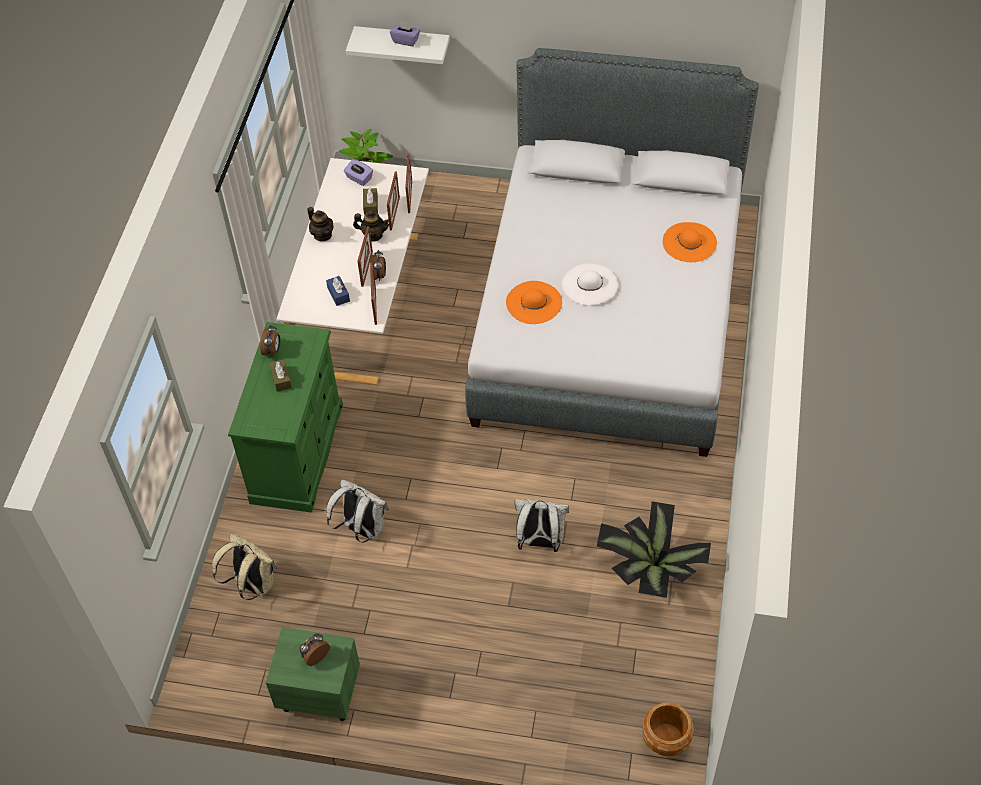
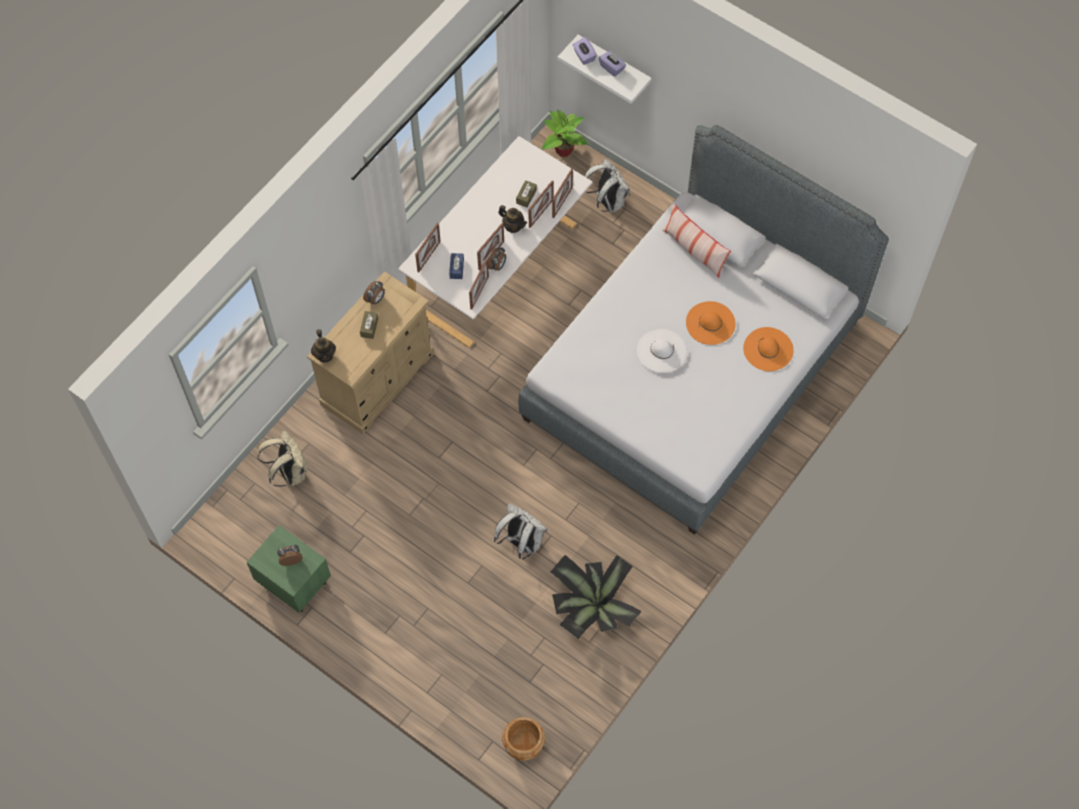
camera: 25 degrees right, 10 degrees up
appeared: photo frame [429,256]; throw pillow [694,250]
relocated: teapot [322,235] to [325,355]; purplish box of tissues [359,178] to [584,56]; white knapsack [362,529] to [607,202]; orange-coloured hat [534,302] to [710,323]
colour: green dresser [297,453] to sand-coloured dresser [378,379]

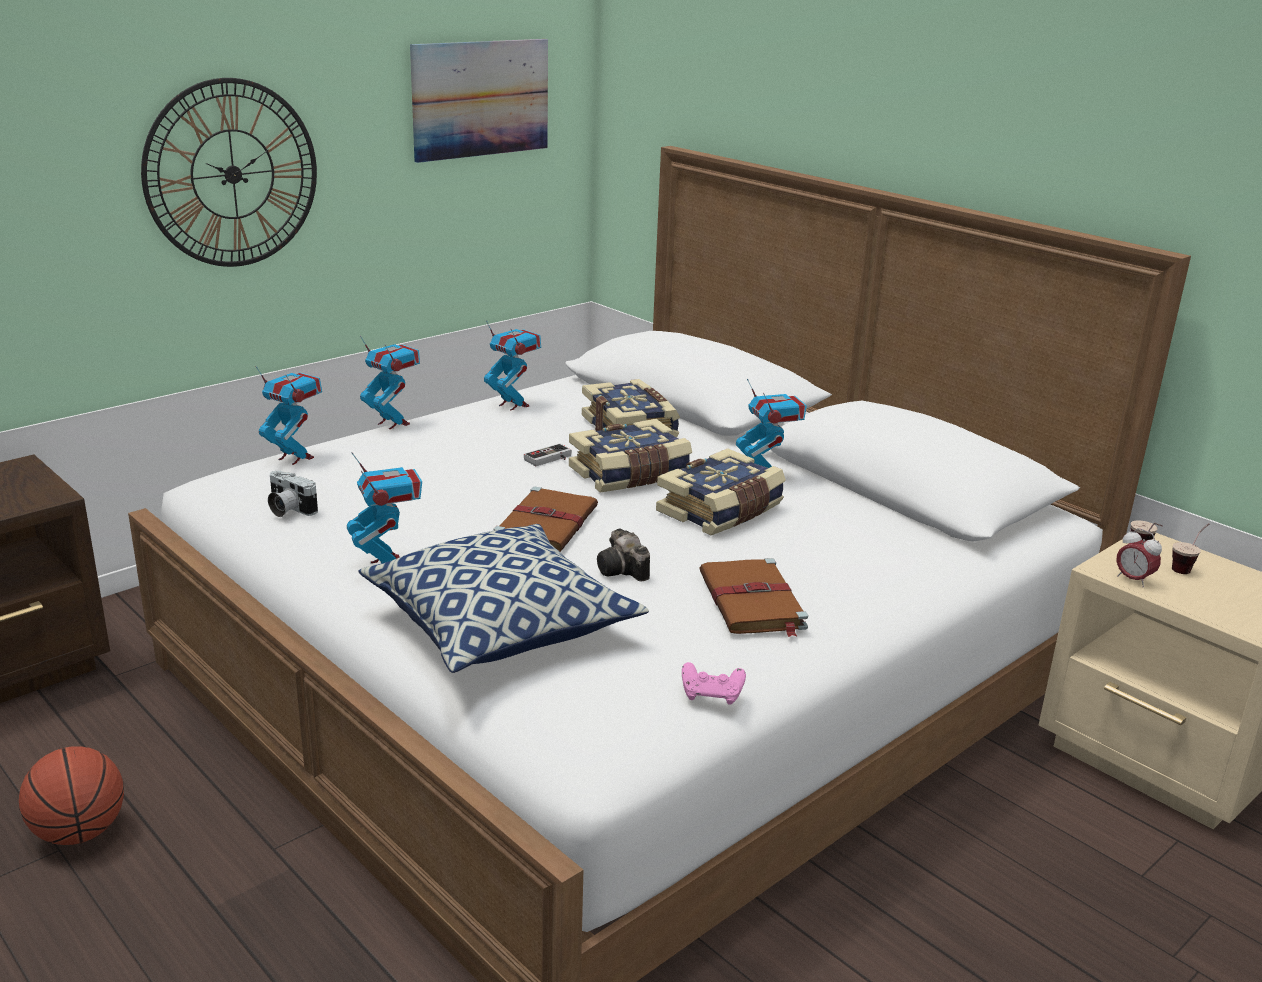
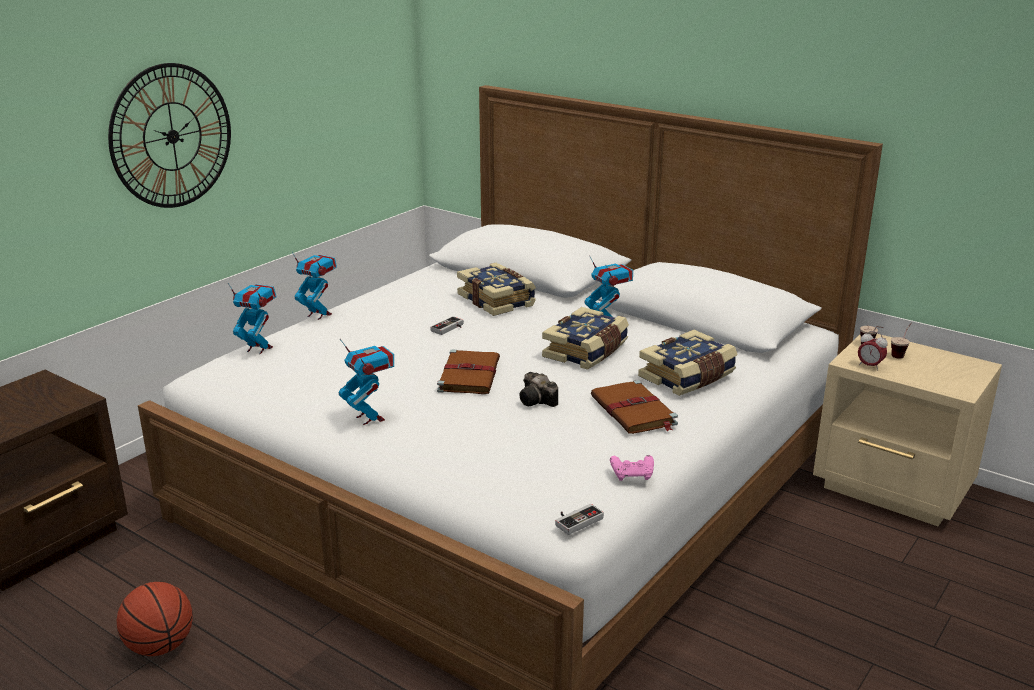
camera: 10 degrees left, 0 degrees up
missing: still camera [288,509]; throw pillow [501,625]; wall picture [481,98]; robot figure [513,405]
appeared: gamepad [576,520]
relocated: book [630,474] to [688,377]

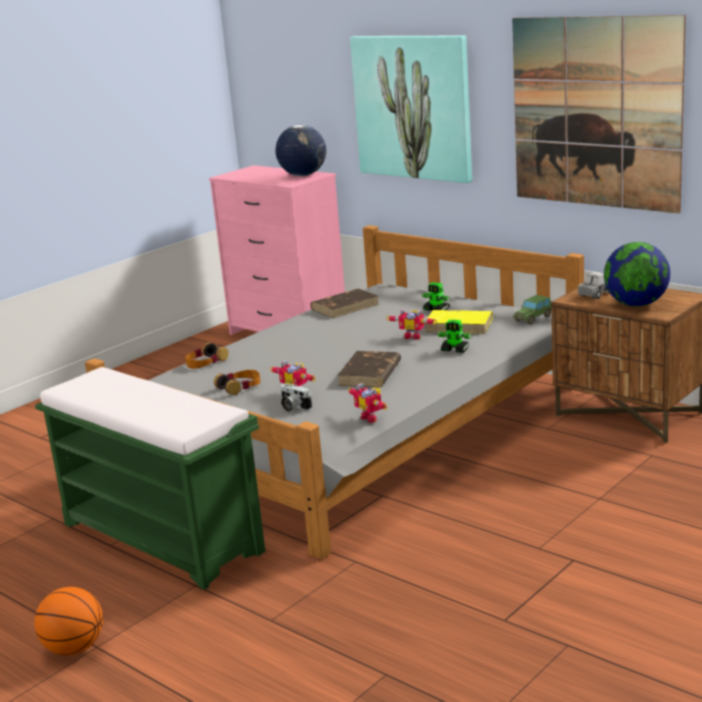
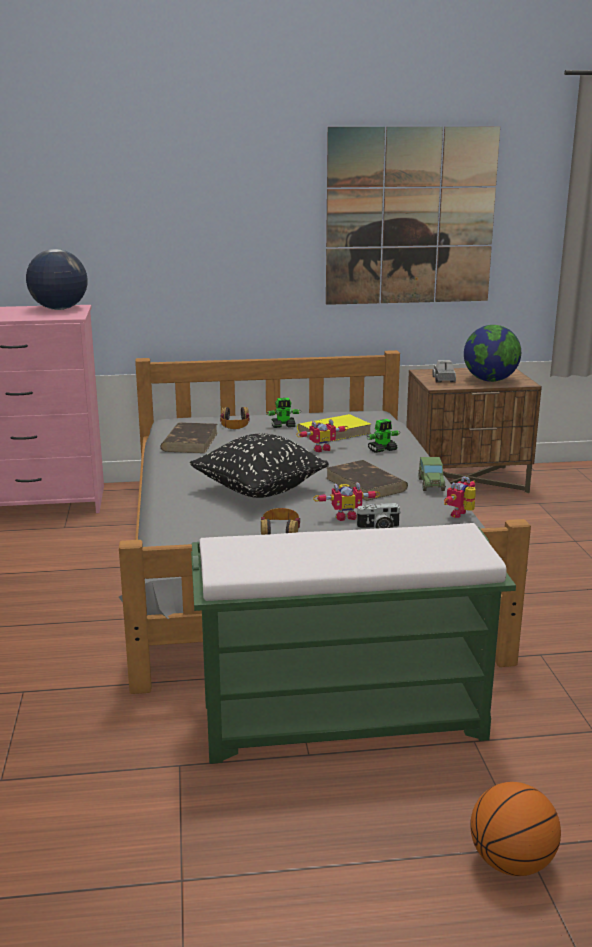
camera: 50 degrees left, 0 degrees up
missing: wall picture [413,107]
appeared: blackish throw pillow [259,490]
relocated: pair of headphones [205,362] to [235,423]; model car [533,318] to [431,484]
spun: robot figure [372,418] = [462,515] 120 degrees clockwise

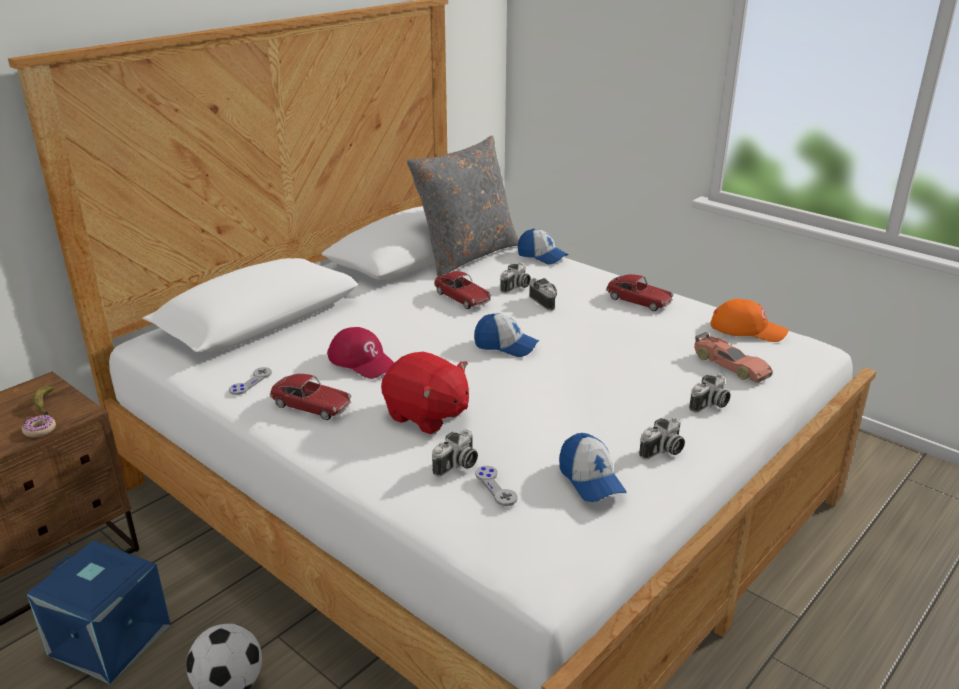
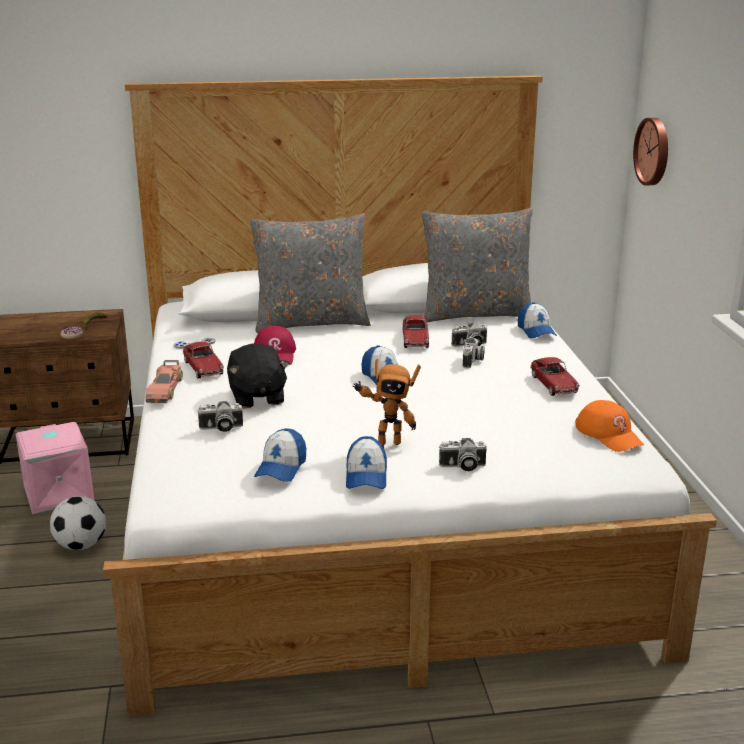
camera: 40 degrees right, 5 degrees down
missing: grey gamepad [496,487]
appeared: grey throw pillow [311,322]; robot figure [386,444]; clock on the wall [654,151]
relocated: model car [730,365] to [165,389]
exchanged: still camera [663,451] to baseball cap [366,476]
colour: bluish storage box [108,641] to pink storage box [57,493]; red plush toy [427,415] to blackish plush toy [257,397]

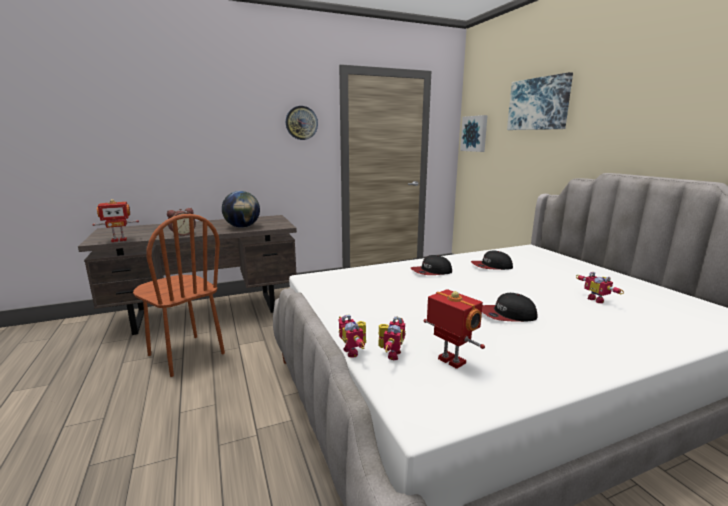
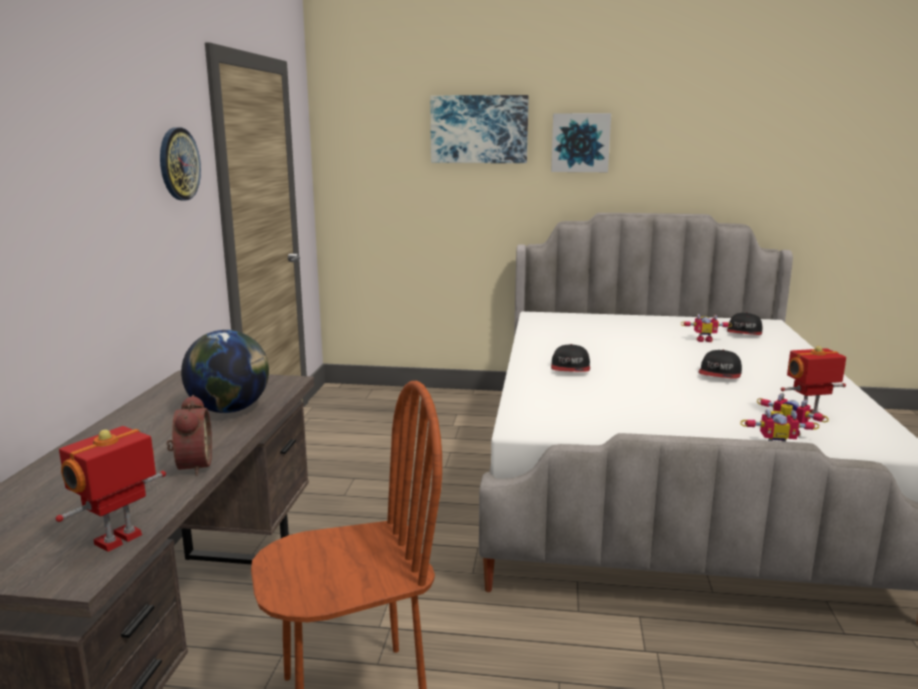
camera: 60 degrees left, 0 degrees up
relocated: wall picture [474,133] to [580,142]; baseball cap [491,267] to [744,332]
spun: robot figure [119,240] = [120,540] 150 degrees counterclockwise

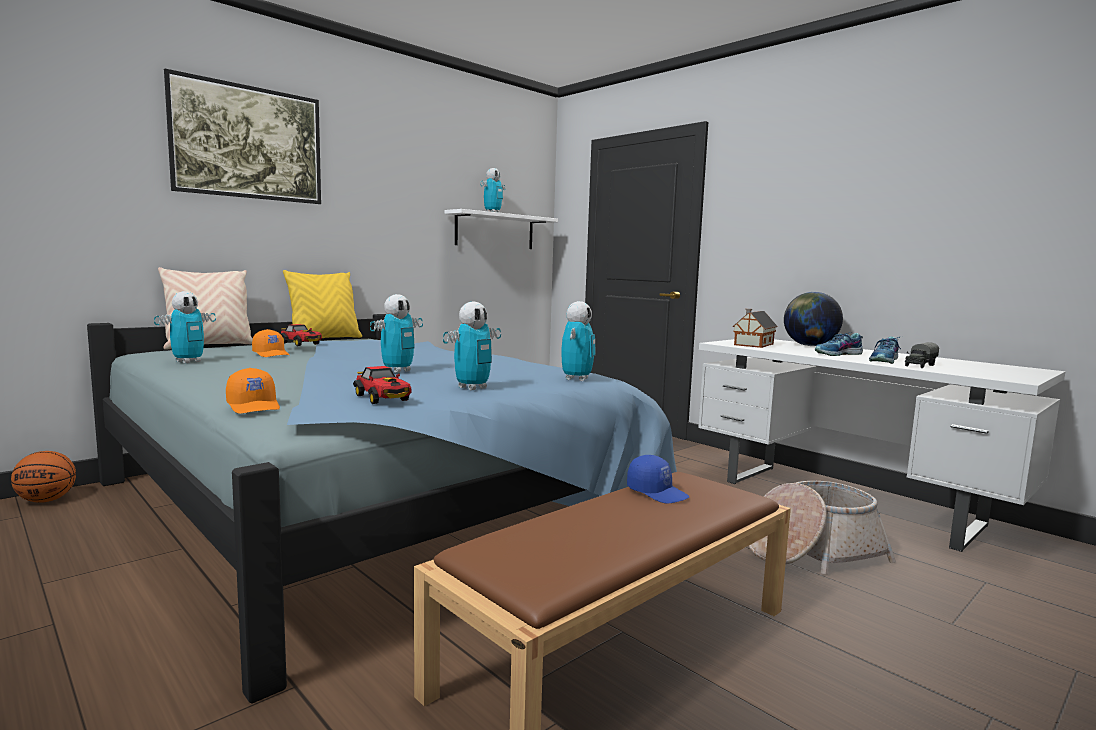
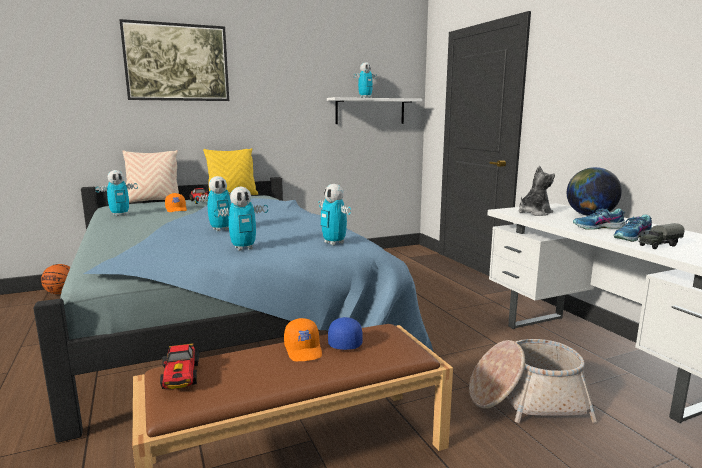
camera: 20 degrees right, 5 degrees up
relocated: model car [383,399] to [180,377]; orange-coloured baseball cap [255,406] to [304,350]
exchanged: model house [752,344] to plush toy [534,213]
spun: robot figure [576,379] = [334,243] 105 degrees clockwise; bluish baseball cap [657,492] = [344,341] 150 degrees counterclockwise

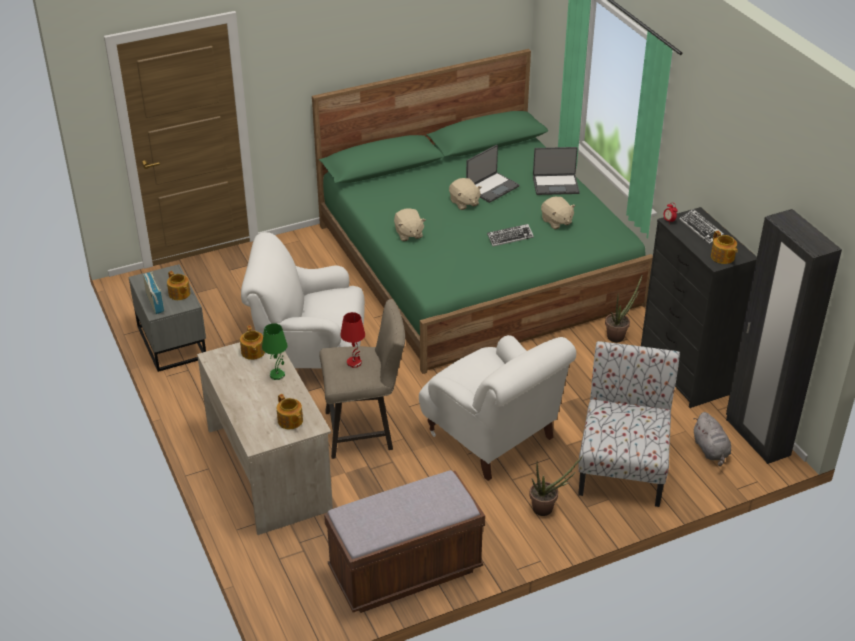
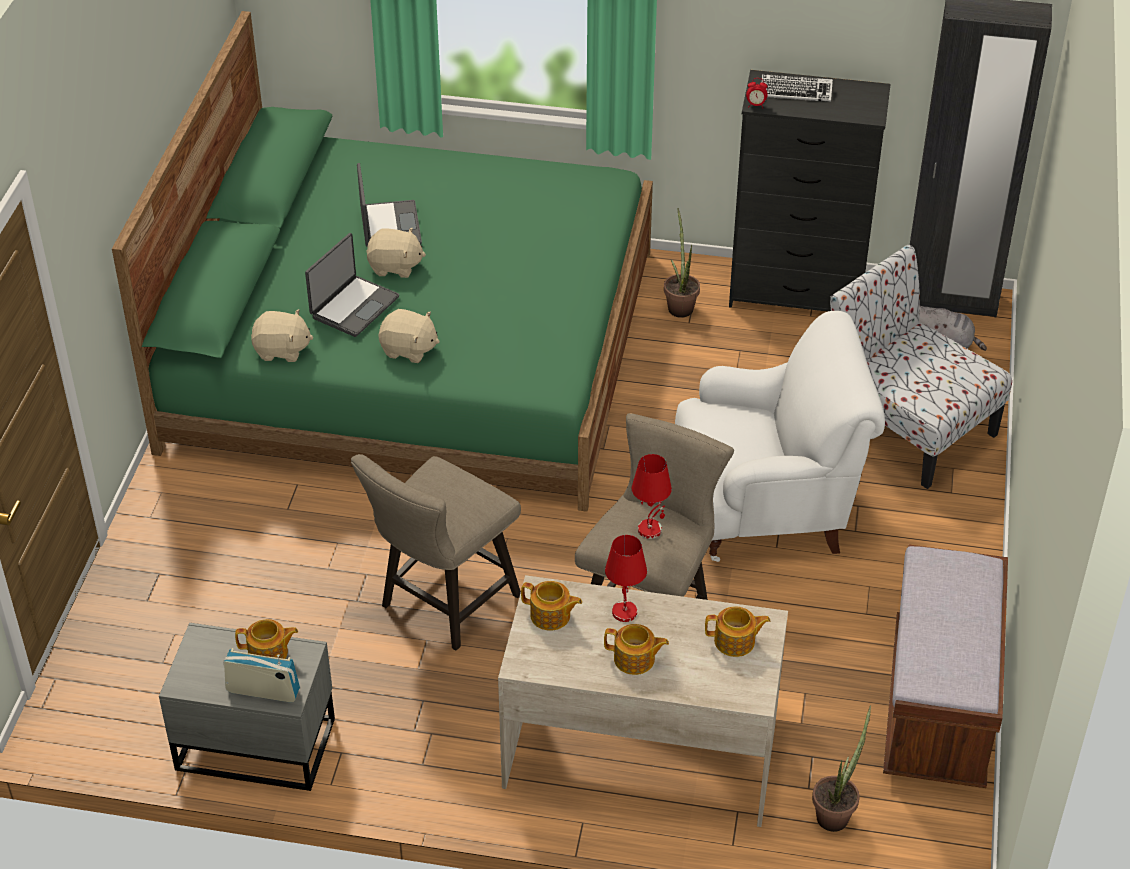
camera: 55 degrees left, 5 degrees up
missing: PC keyboard [510,237]
relocated: sand-coloured plush toy [556,222] to [282,350]; laptop [555,185] to [353,307]; teapot [722,257] to [635,660]; houseplant [547,508] to [836,813]
exchanged: white easy chair [309,357] to sand-coloured stool [443,605]
colour: green table lamp [277,374] to red table lamp [624,612]

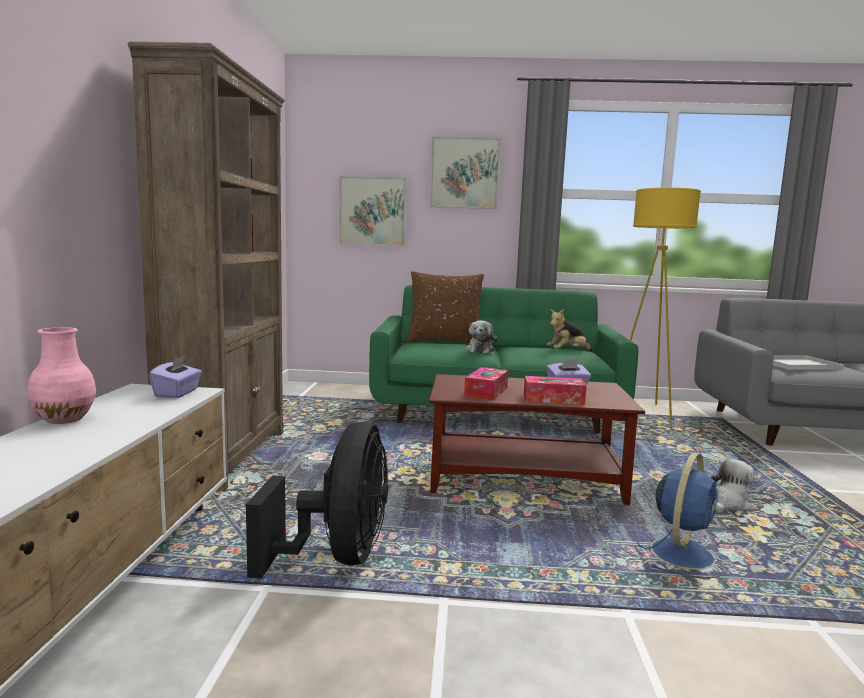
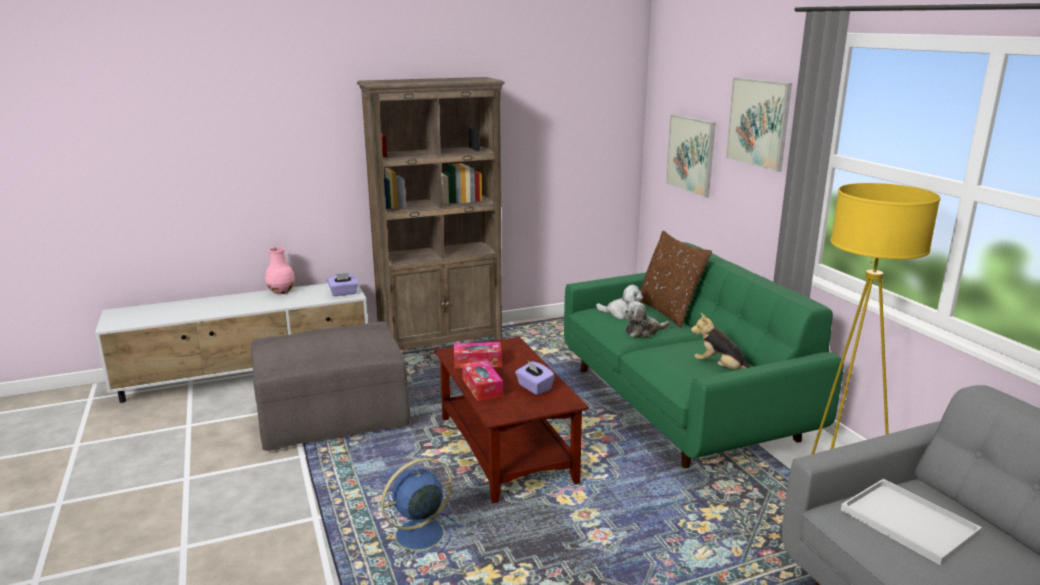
camera: 65 degrees right, 10 degrees up
relocated: plush toy [728,504] to [621,314]
exchanged: blackish fan [338,557] to grey ottoman [332,415]
spun: bluish fan [682,553] = [417,536] 135 degrees clockwise

